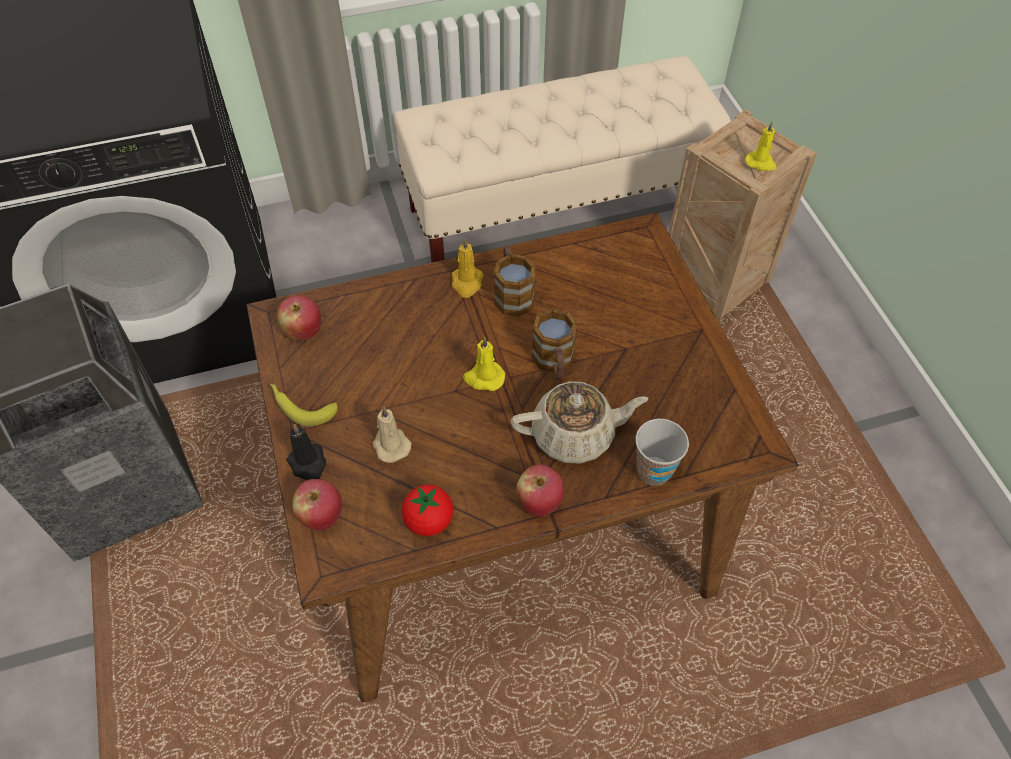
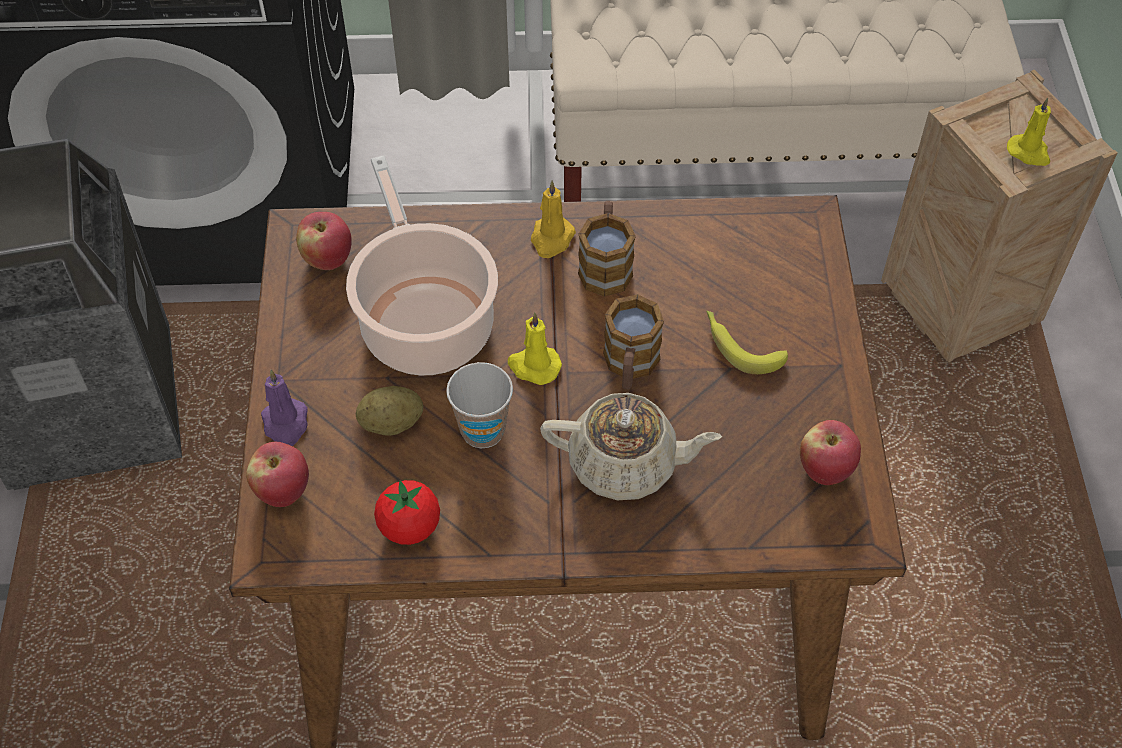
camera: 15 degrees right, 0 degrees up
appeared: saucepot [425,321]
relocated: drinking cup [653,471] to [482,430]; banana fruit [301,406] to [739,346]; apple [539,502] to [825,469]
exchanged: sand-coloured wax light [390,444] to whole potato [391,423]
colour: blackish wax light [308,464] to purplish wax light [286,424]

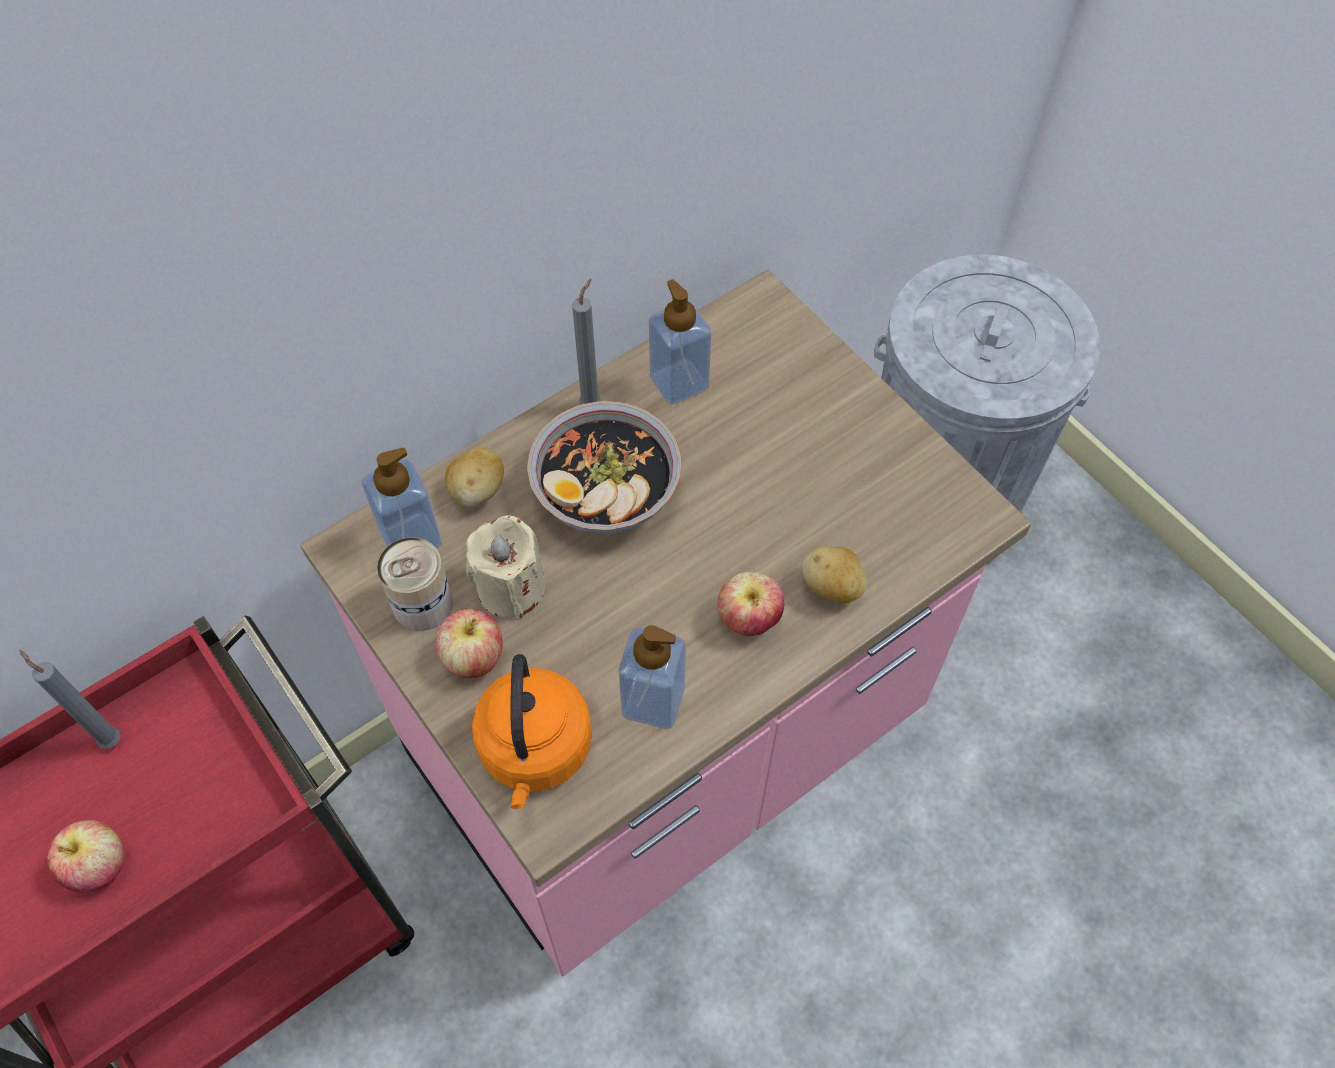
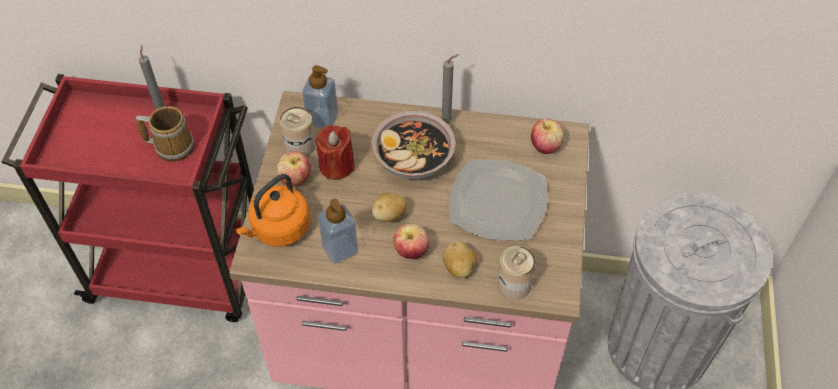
camera: 45 degrees right, 5 degrees down
missing: liquid soap bottle [679,382]
appeared: tea mug [172,145]; flat dish [499,201]; metal can [514,284]
relocated: whole potato [477,491] to [389,215]; apple [100,866] to [545,146]
colour: sand-coloured wax light [511,588] to red wax light [336,165]

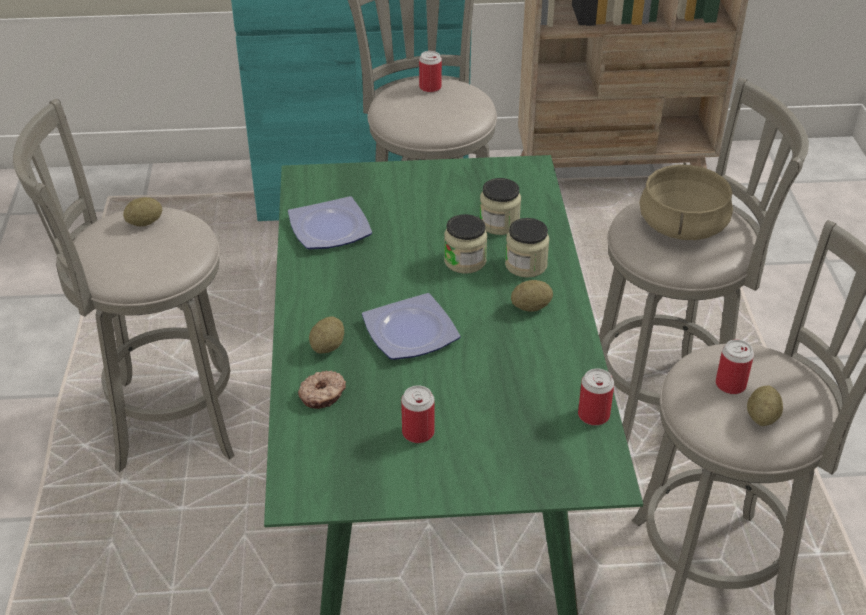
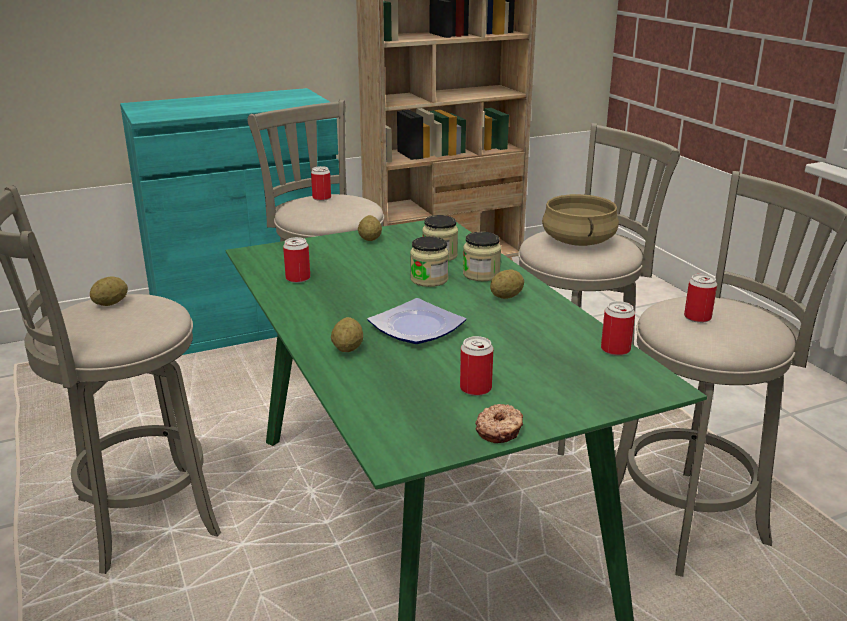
camera: 20 degrees left, 15 degrees down
relocated: whole potato [762,417] to [370,239]; doughnut [323,395] to [500,430]
exchanged: flat dish [331,229] to metal can [298,278]

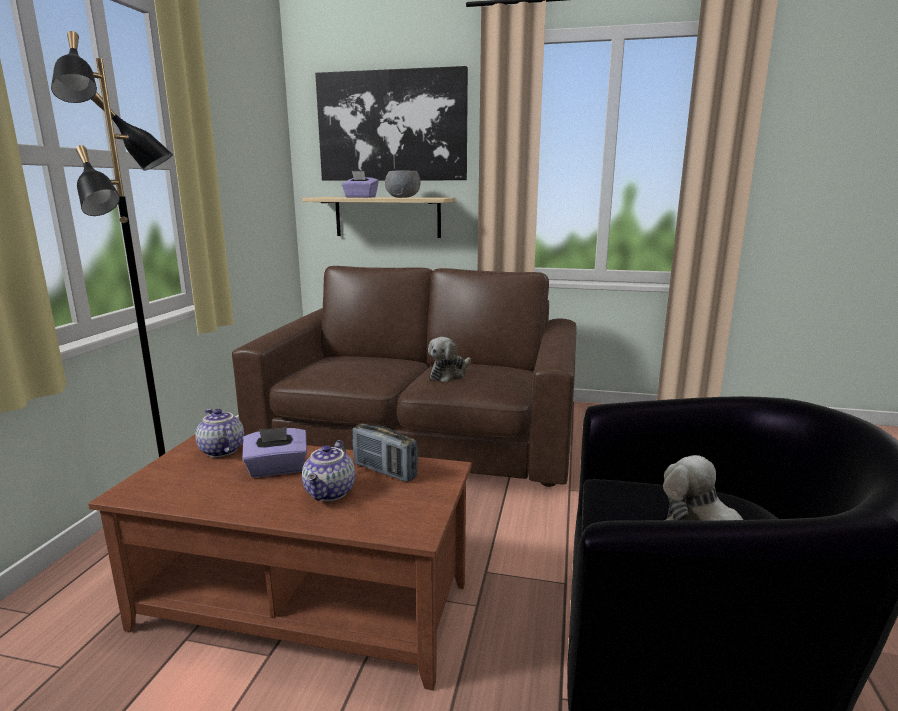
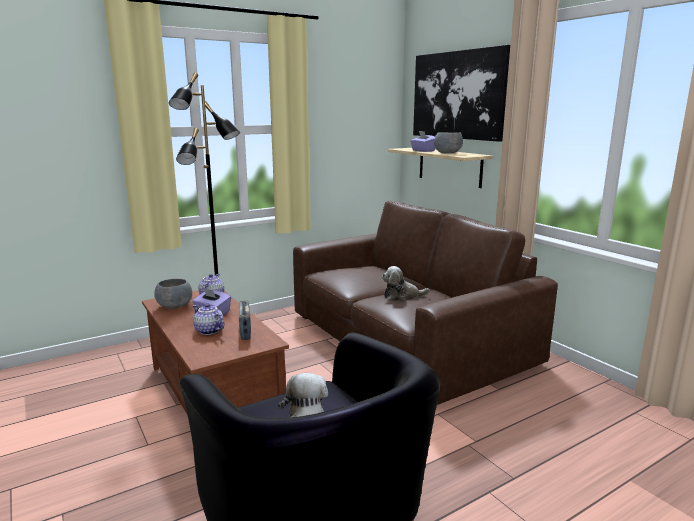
camera: 45 degrees right, 0 degrees up
appeared: grey serving bowl [175,306]
spun: teapot [331,493] = [208,331] 75 degrees clockwise

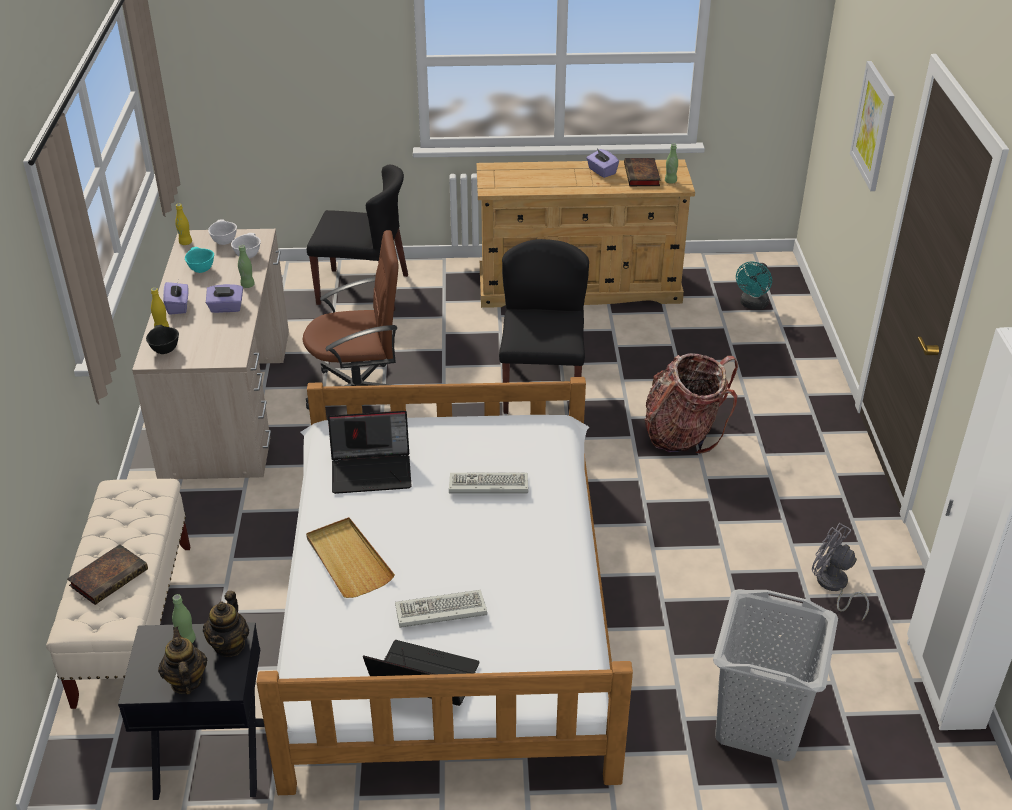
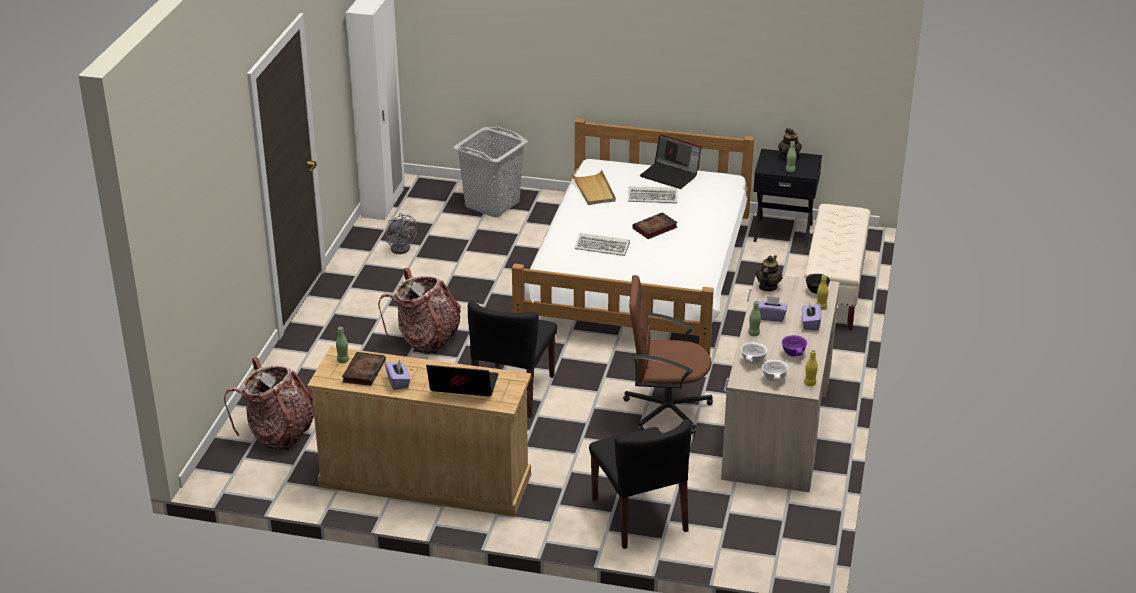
camera: 165 degrees left, 5 degrees down
missing: wall picture [873,125]
relocated: laptop [372,470] to [462,387]; sand-coloured serving tray [348,560] to [594,190]; book [110,576] to [654,228]; teapot [229,645] to [767,287]
exchanged: blue-green fan [752,305] to knapsack [278,434]
colour: blue-green serving bowl [200,269] to purplish serving bowl [794,354]
spun: blackish plain chair [363,289] = [639,515] 135 degrees counterclockwise

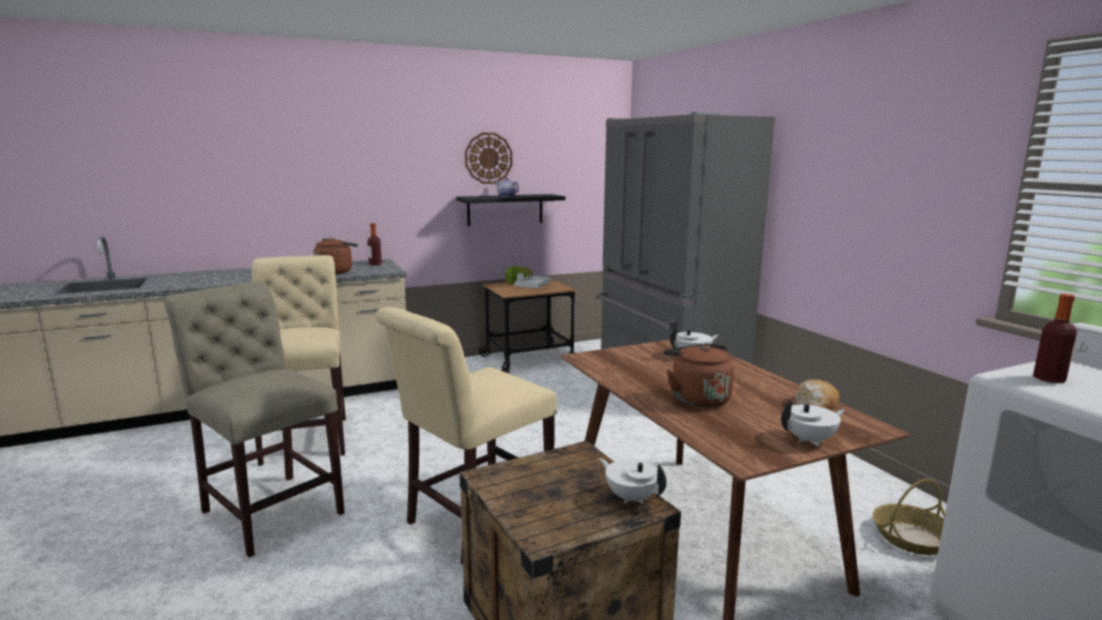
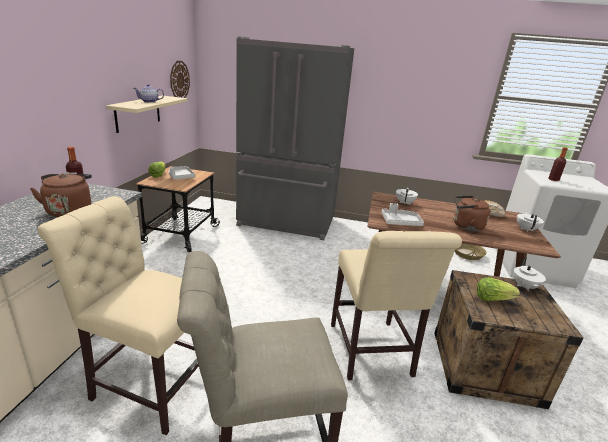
camera: 55 degrees left, 10 degrees up
appeared: grey serving tray [400,222]; lettuce [492,299]
relocated: clock on the wall [488,158] to [179,80]
colour: blackish shelf [505,209] to sand-coloured shelf [138,113]
spun: white teapot [631,497] = [524,287] 75 degrees counterclockwise

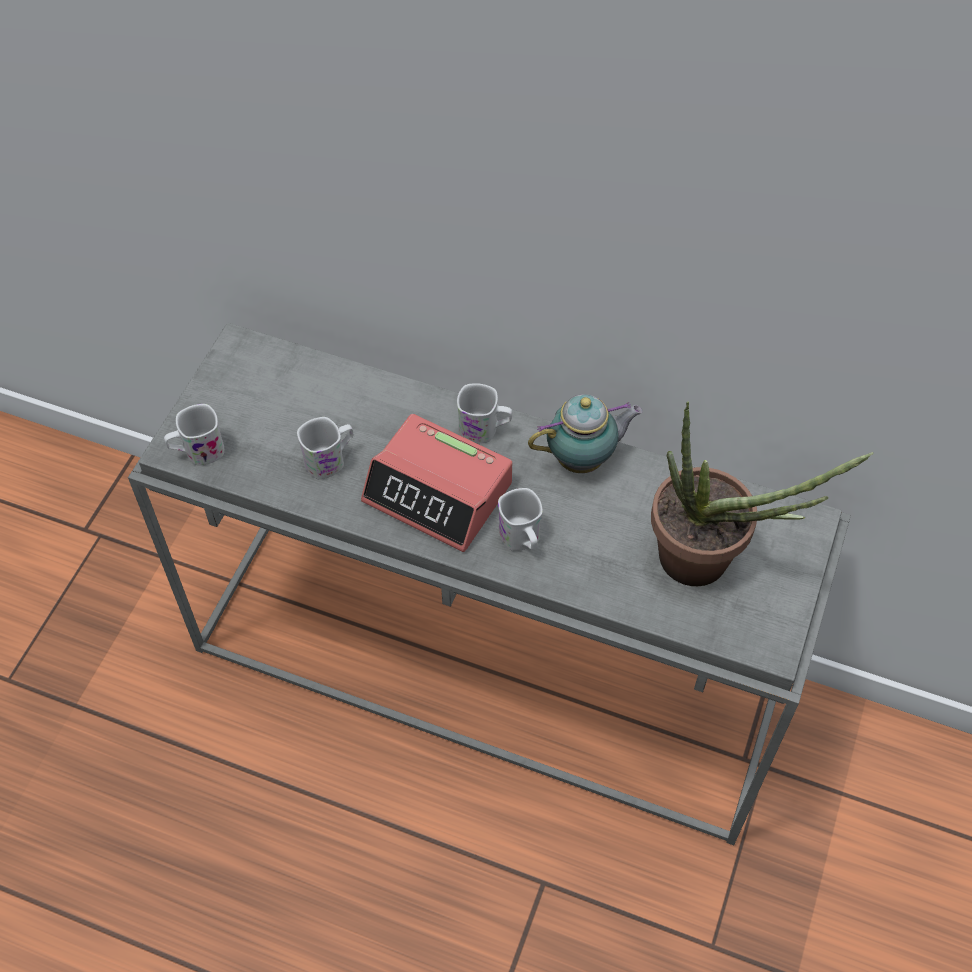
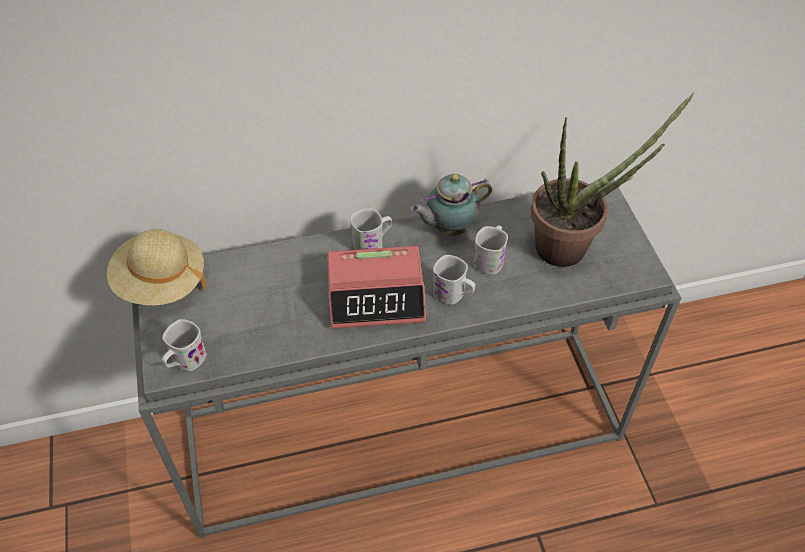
camera: 35 degrees left, 5 degrees down
appeared: sand-coloured hat [161,283]
relocated: white tea mug [330,460] to [490,259]
spun: teapot [583,459] = [448,228] 150 degrees counterclockwise

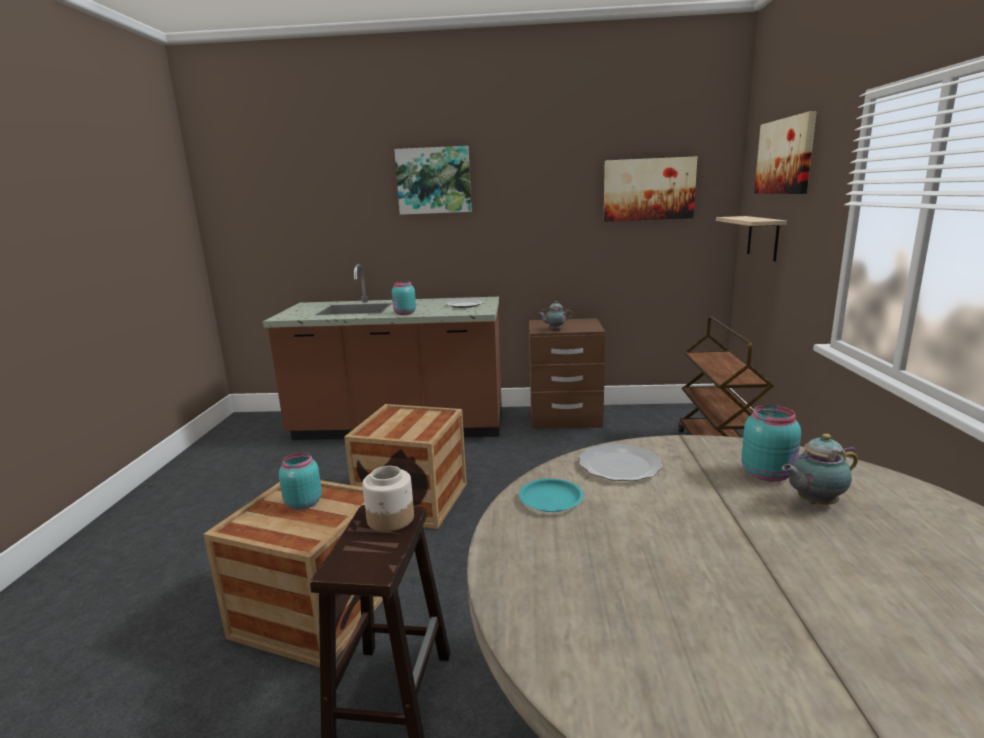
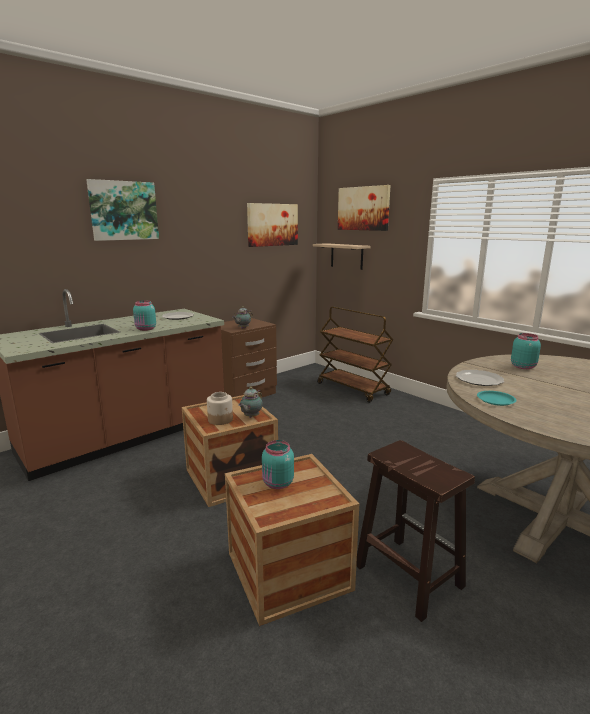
camera: 45 degrees left, 0 degrees up
relocated: preserve jar [391,519] to [220,419]; teapot [813,503] to [250,417]

